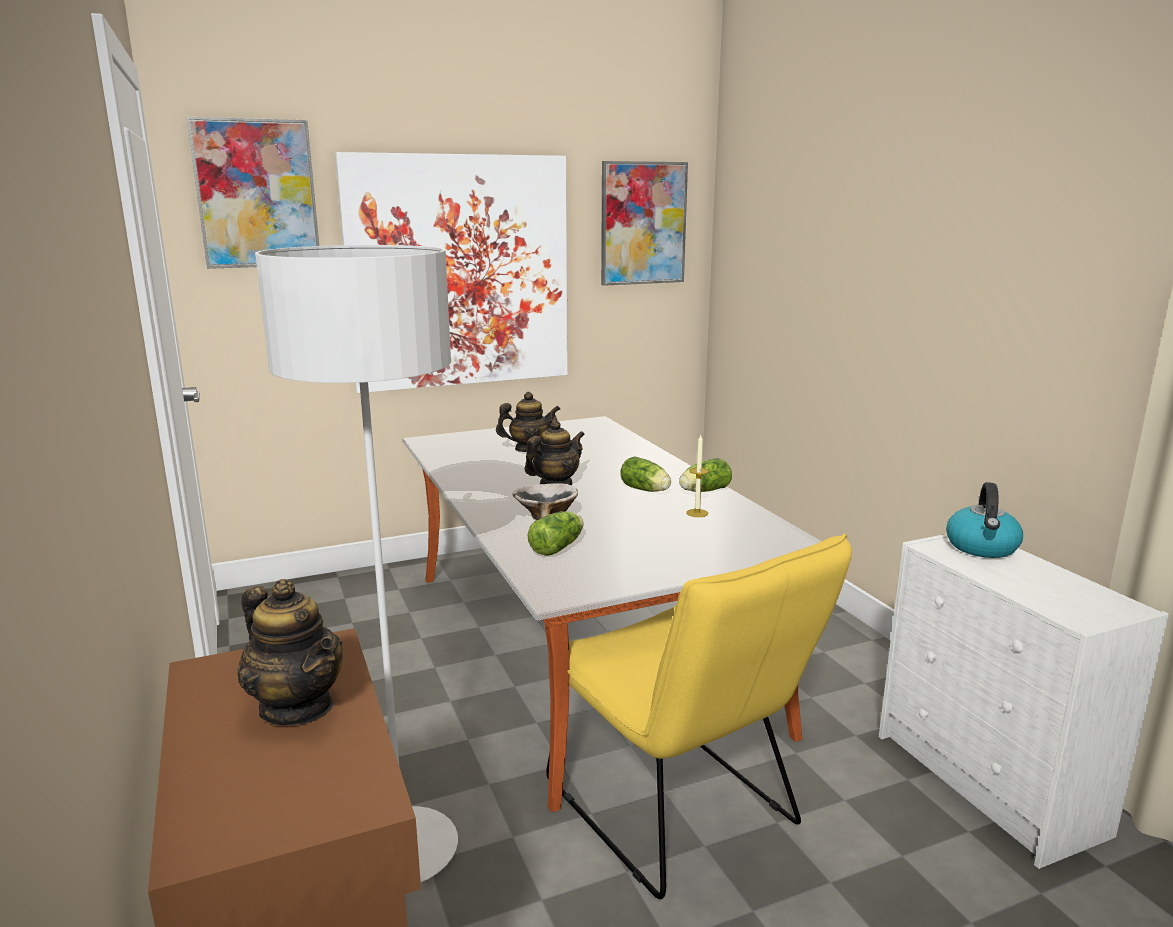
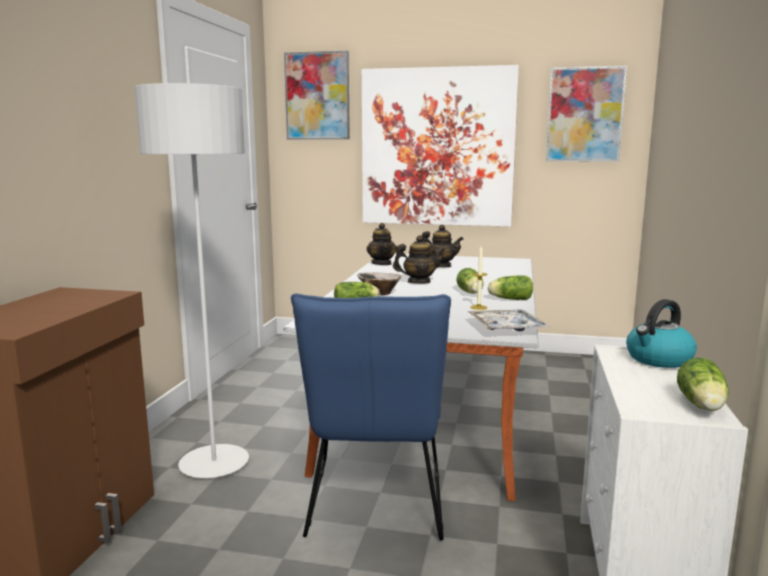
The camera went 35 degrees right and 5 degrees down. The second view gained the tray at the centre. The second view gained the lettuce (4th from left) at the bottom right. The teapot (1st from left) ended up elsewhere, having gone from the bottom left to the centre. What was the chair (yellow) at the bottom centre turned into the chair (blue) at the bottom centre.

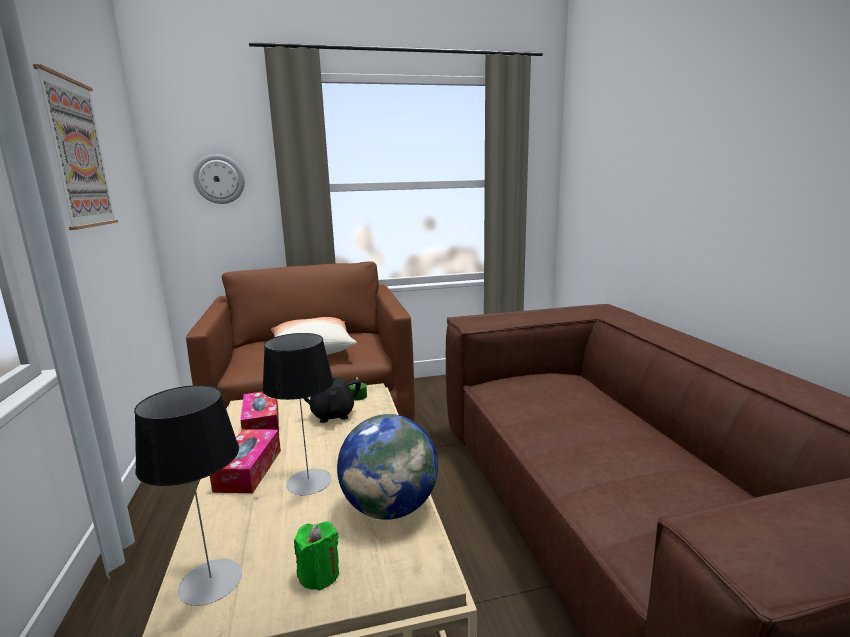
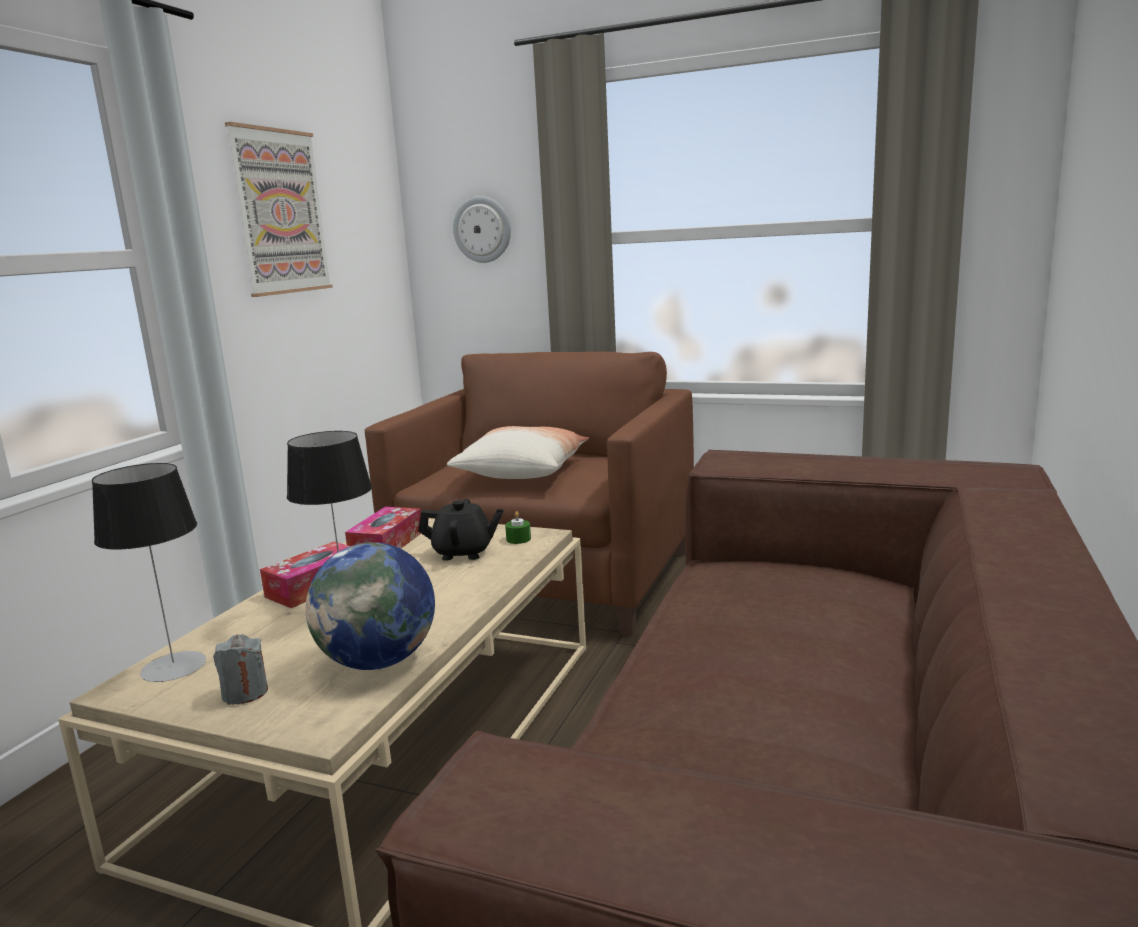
The camera went 35 degrees right and 0 degrees up. What was the candle (green) (1st from left) at the bottom centre turned into the candle (grey) at the bottom left. The teapot (black) at the centre ended up facing another way, 75 degrees clockwise from before.

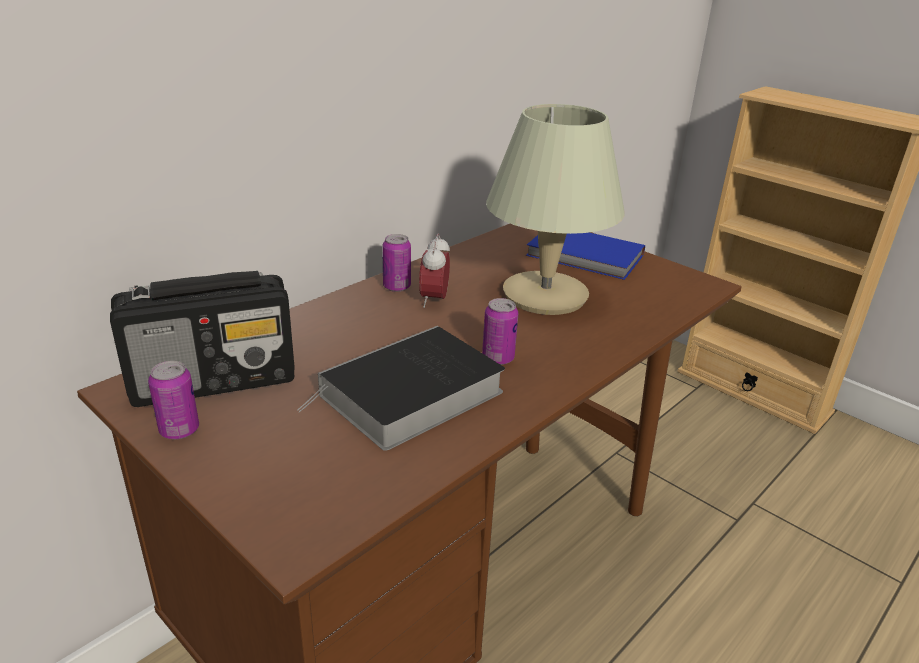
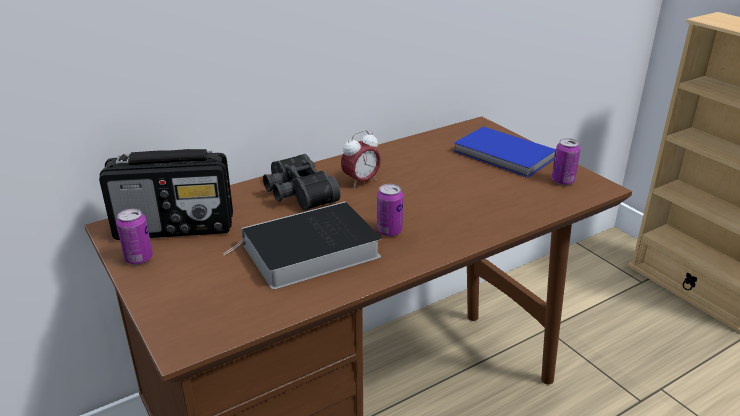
The camera went 15 degrees right and 0 degrees up. The second view lost the table lamp (beige) at the top centre. The second view gained the binoculars (black) at the centre. The can (2nd from left in the first image) ended up elsewhere, having gone from the centre to the middle right. The alarm clock at the centre ended up facing another way, 150 degrees counterclockwise from before.

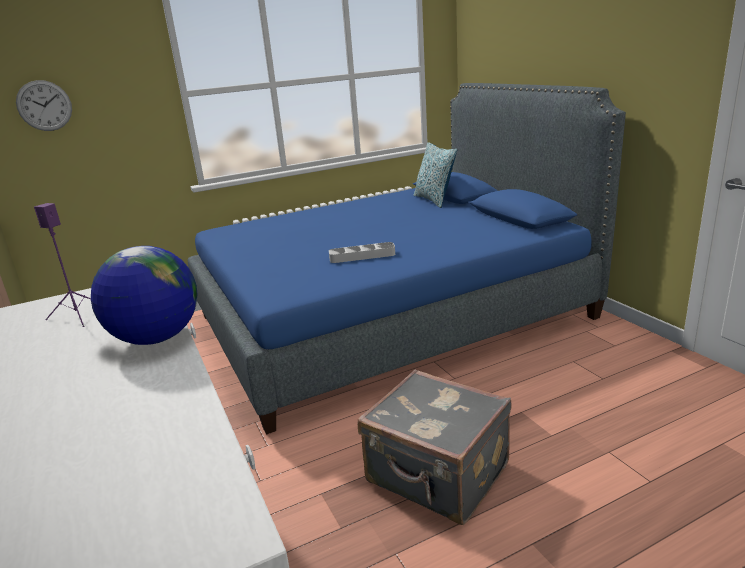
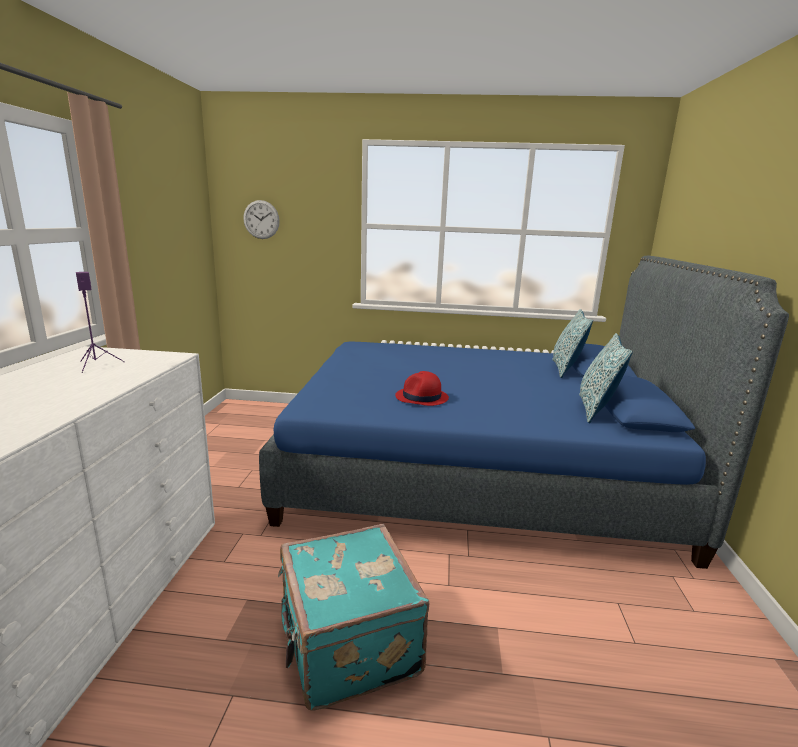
The camera went 30 degrees right and 5 degrees down. The second view lost the globe at the middle left. The second view gained the pillow (2nd from left) at the middle right. Where the tray (grey) stood at the centre, the hat (red) came to stand at the centre. What was the suitcase (grey) at the bottom centre turned into the suitcase (turquoise) at the bottom centre.

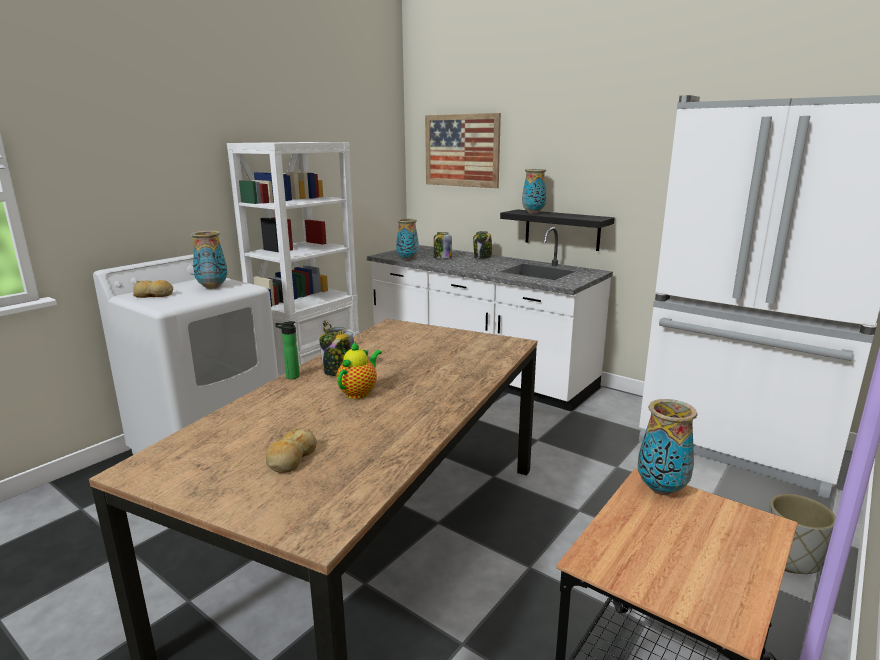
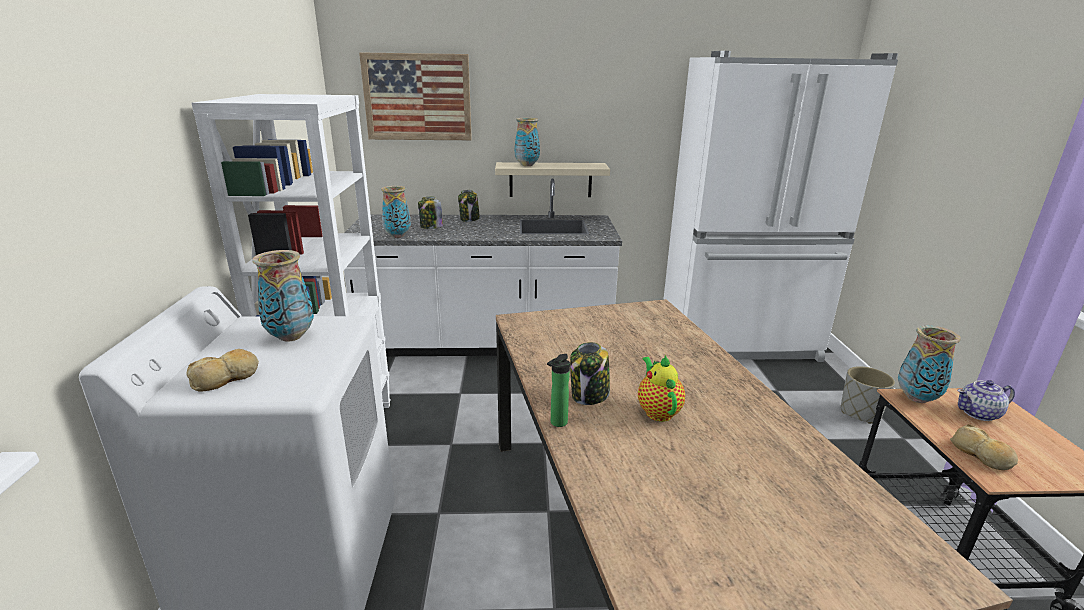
The camera went 40 degrees left and 5 degrees up. The second view gained the teapot (2nd from left) at the middle right. The bread (2nd from left) ended up elsewhere, having gone from the bottom left to the bottom right. What was the shelf (black) at the centre turned into the shelf (beige) at the top centre.

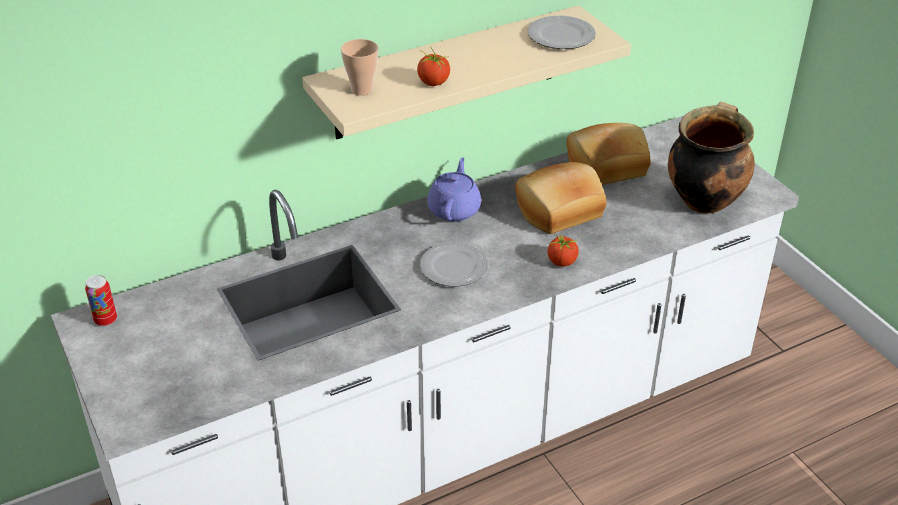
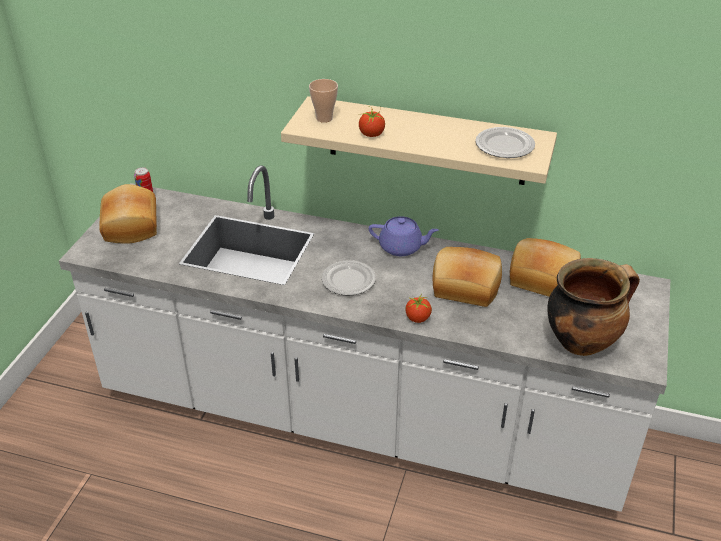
The camera went 45 degrees right and 0 degrees up. The second view gained the bread (1st from left) at the middle left. The teapot (purple) at the centre ended up facing another way, 45 degrees clockwise from before.

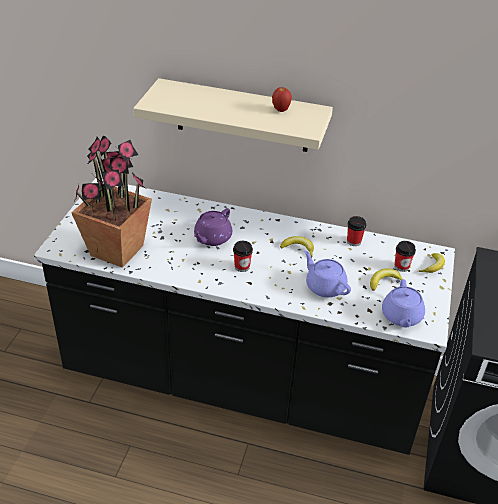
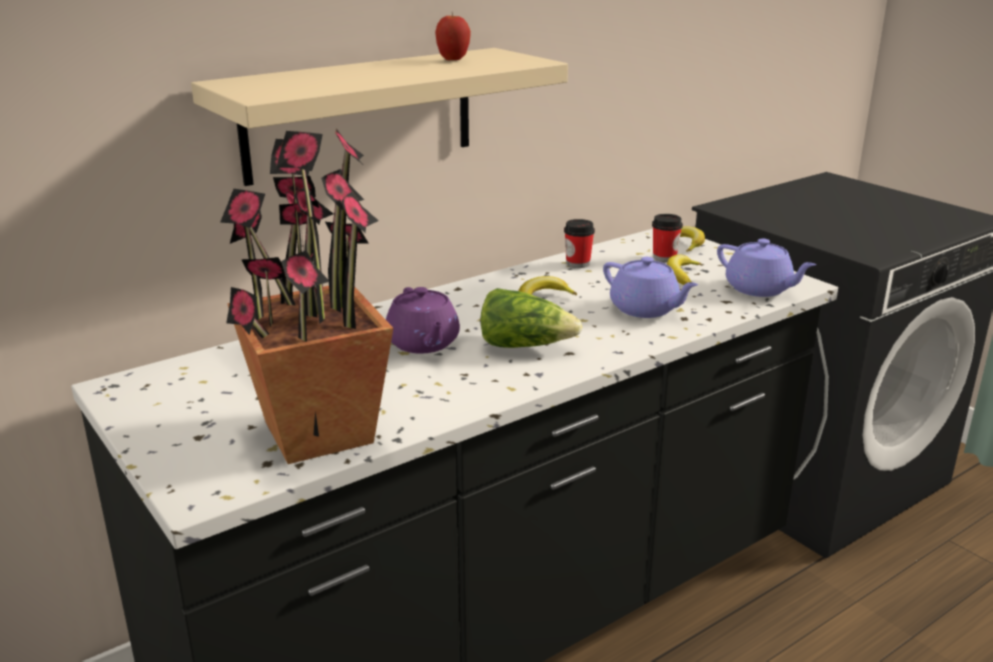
The camera went 50 degrees left and 15 degrees down. Where the cup (1st from left) stood at the centre, the lettuce came to stand at the centre. The teapot (purple) (2nd from left) at the centre ended up facing another way, 135 degrees counterclockwise from before.

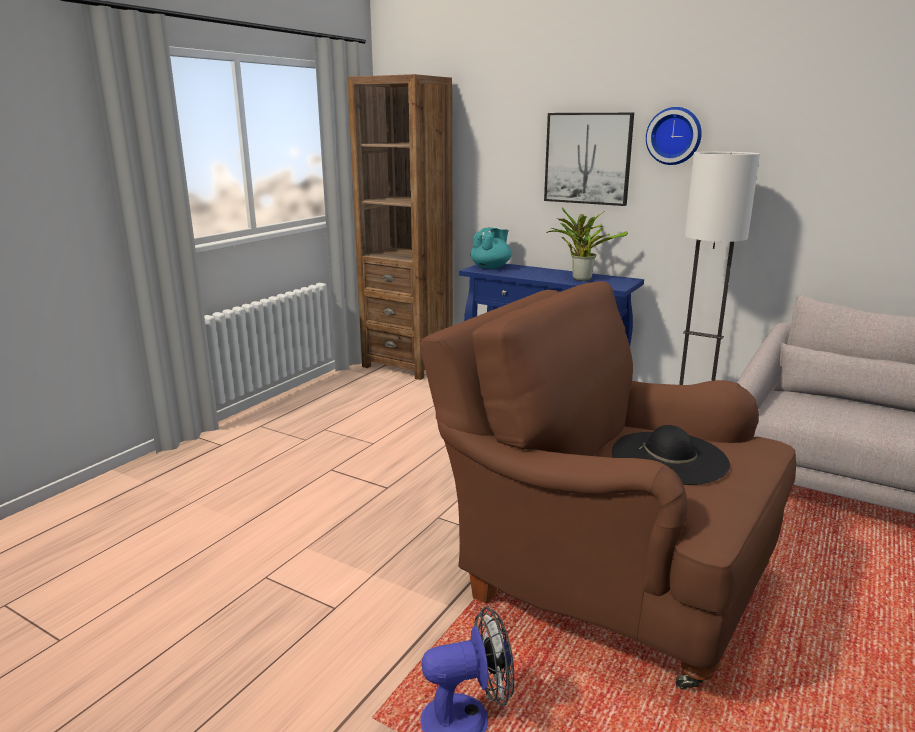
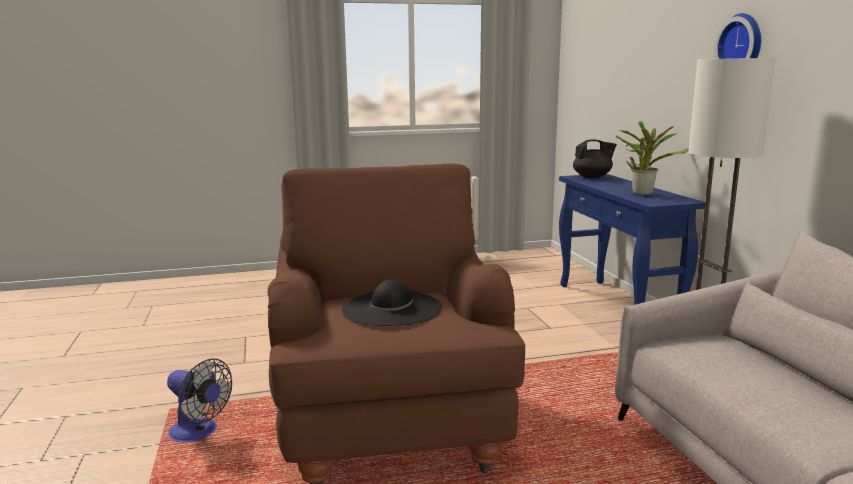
The camera went 45 degrees right and 5 degrees down. The second view lost the bookcase (brown) at the top centre. The second view lost the picture at the top centre. What was the teapot (turquoise) at the centre turned into the teapot (black) at the top right.

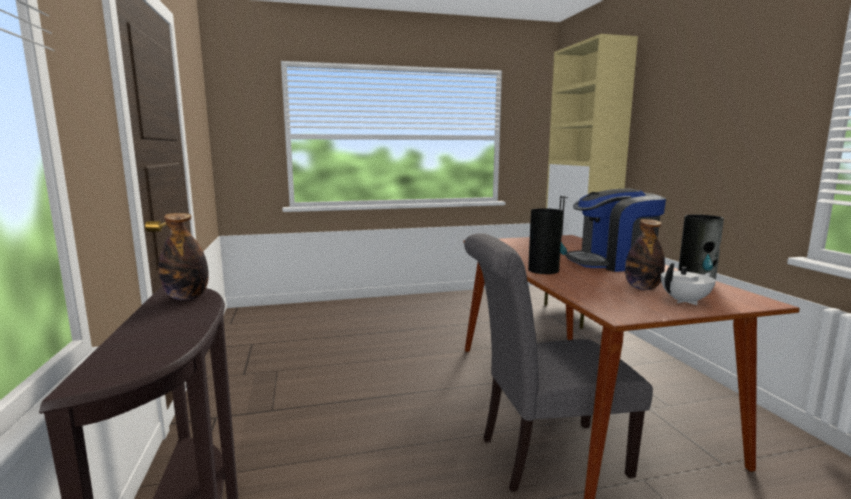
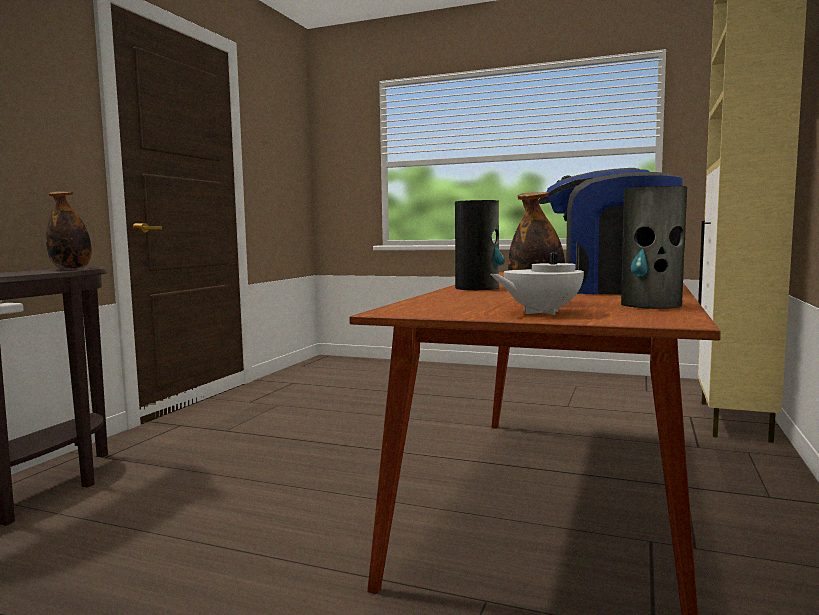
The camera went 35 degrees right and 5 degrees down. The second view lost the chair (grey) at the bottom centre. The teapot (white) at the middle right ended up facing another way, 150 degrees clockwise from before.

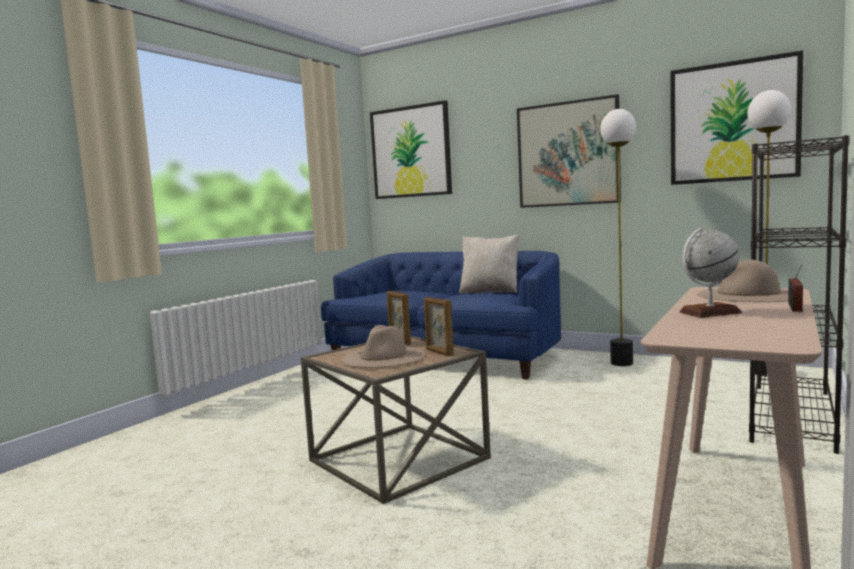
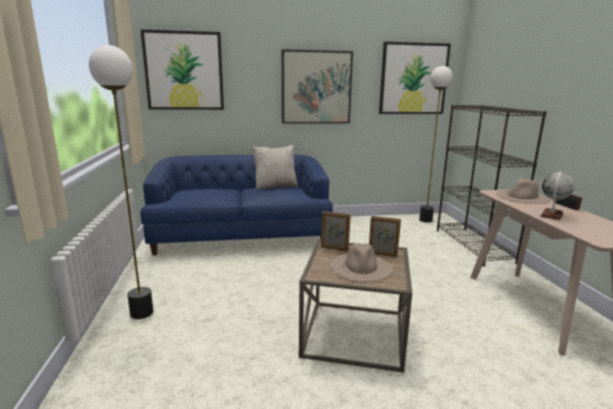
The camera went 40 degrees left and 10 degrees up. The floor lamp (1st from left) ended up elsewhere, having gone from the middle right to the middle left.

